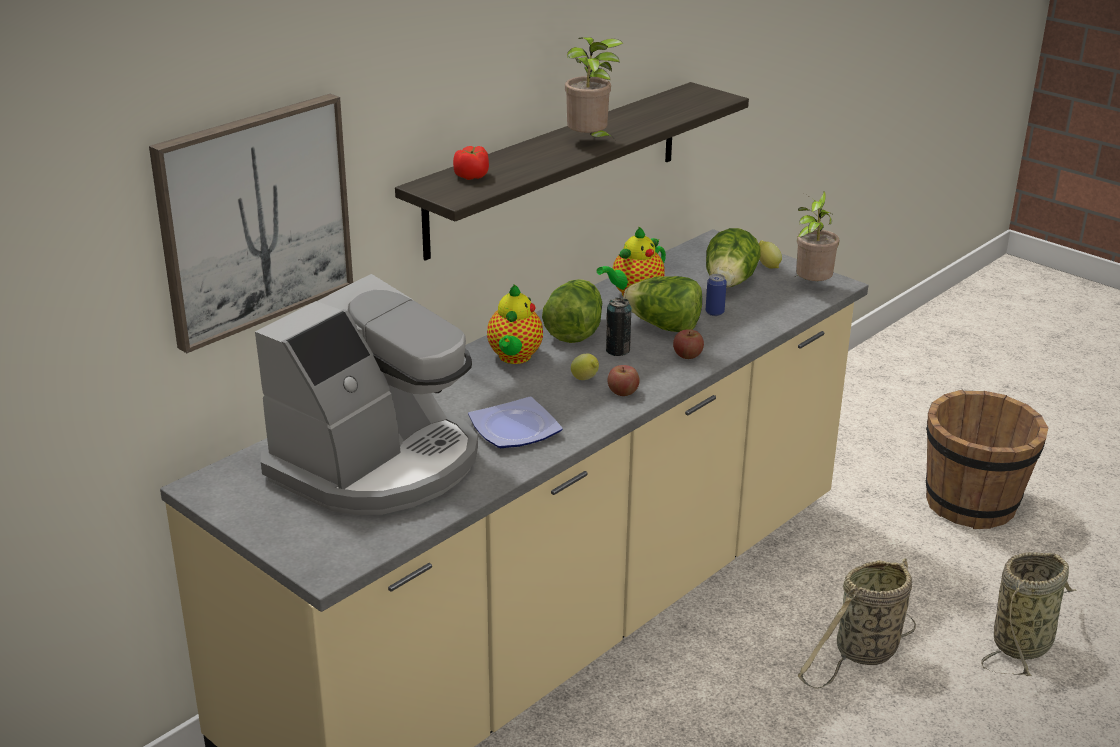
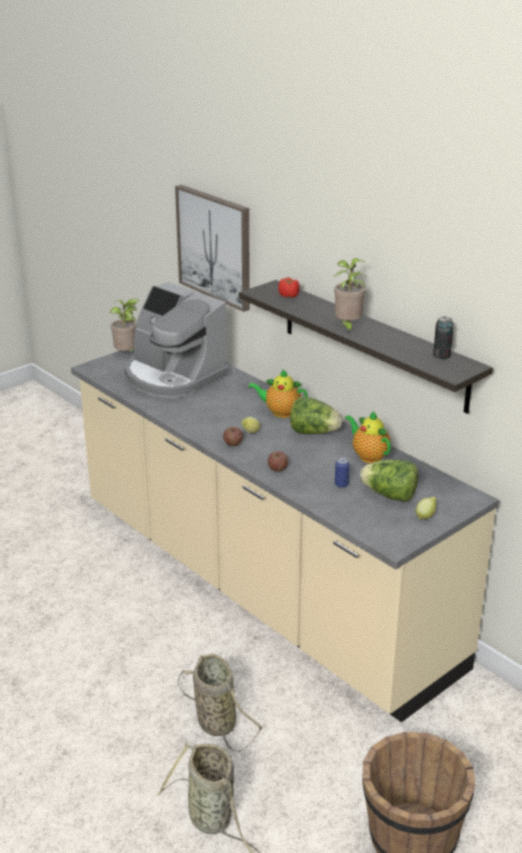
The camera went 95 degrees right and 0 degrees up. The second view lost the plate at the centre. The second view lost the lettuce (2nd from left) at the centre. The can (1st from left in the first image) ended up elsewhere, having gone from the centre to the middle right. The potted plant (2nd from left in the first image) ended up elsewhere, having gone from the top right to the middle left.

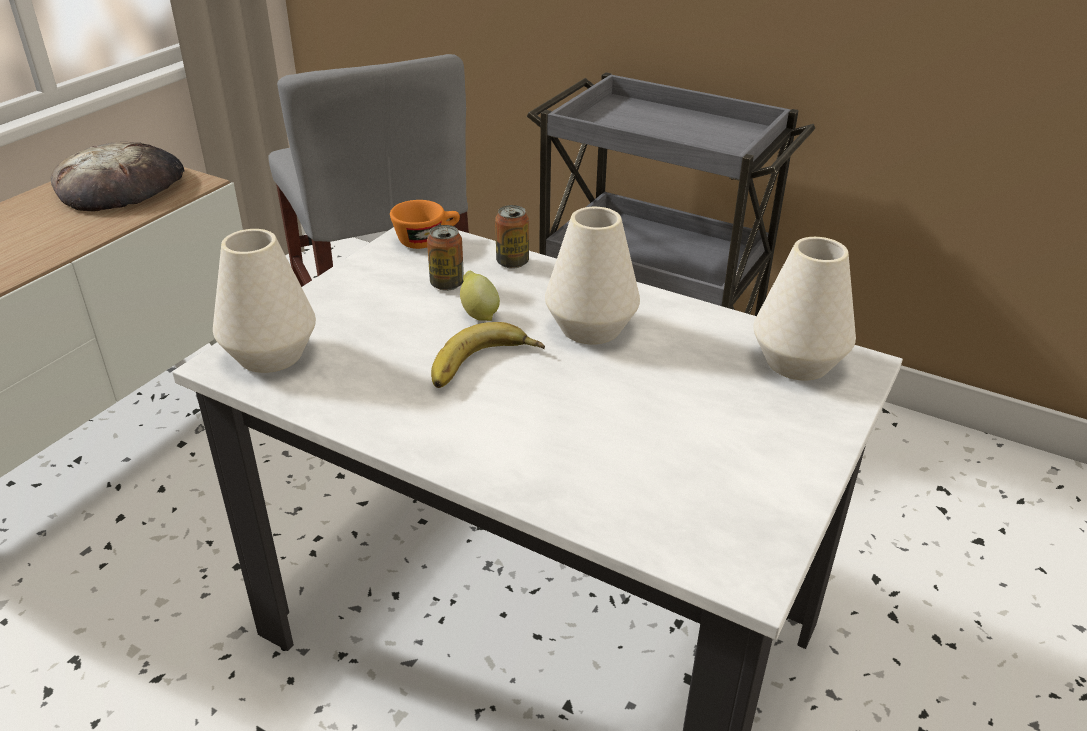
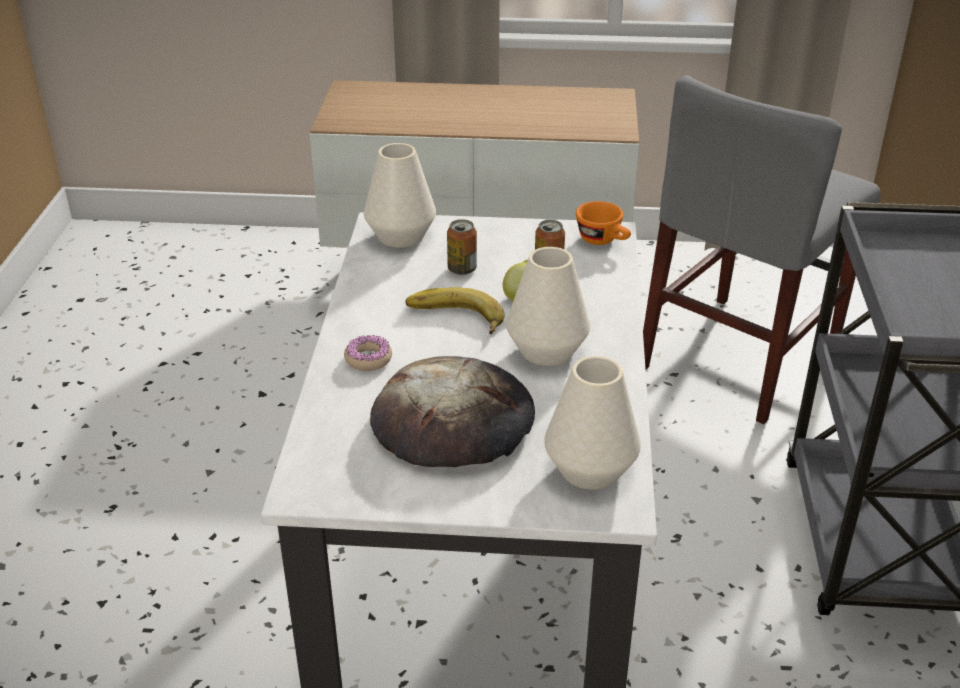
The camera went 65 degrees right and 0 degrees up. The second view gained the donut at the centre. The bread ended up elsewhere, having gone from the top left to the centre. The can (2nd from left in the first image) ended up elsewhere, having gone from the top centre to the centre.

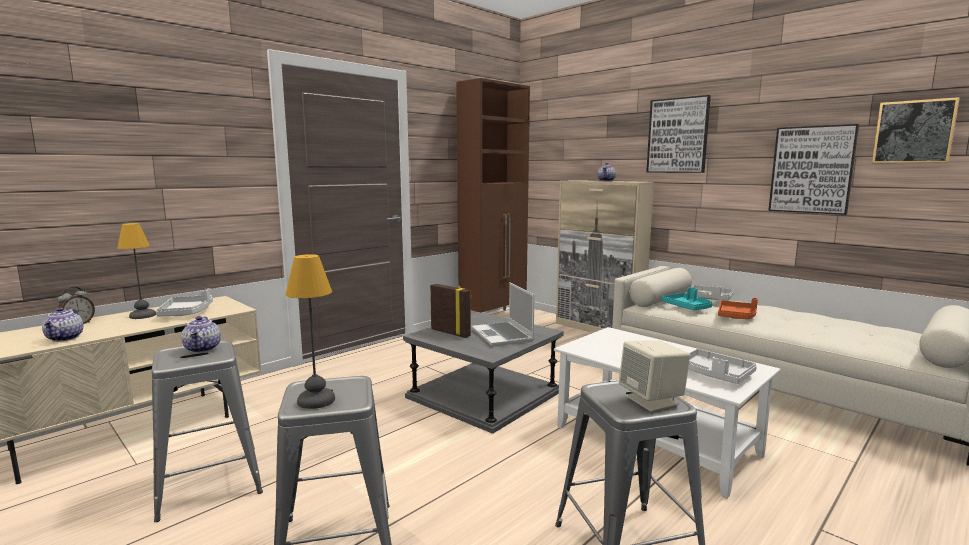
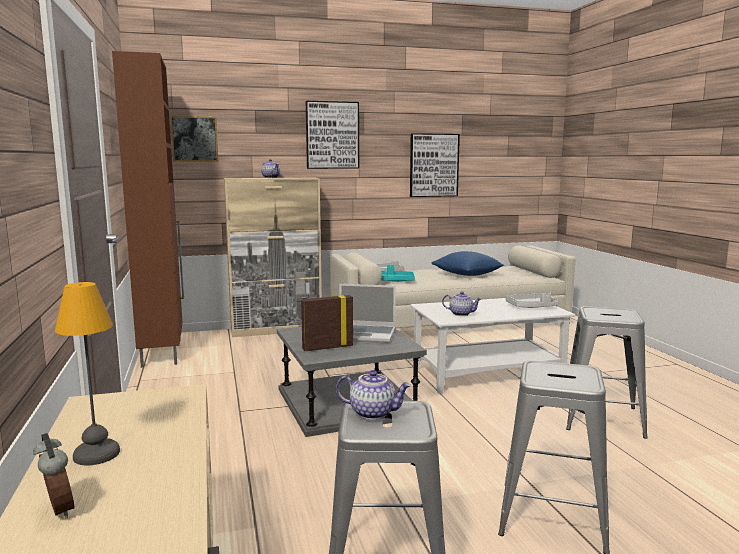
The camera went 60 degrees left and 0 degrees up. The second view lost the tray (grey) (1st from left) at the middle left. The second view lost the table lamp (2nd from left) at the middle left. The second view lost the speaker (beige) at the bottom right. The second view lost the tray (orange) at the middle right. The second view gained the pillow (blue) at the centre. The teapot (1st from left in the first image) ended up elsewhere, having gone from the middle left to the centre. The picture (3rd from left in the first image) ended up elsewhere, having gone from the top right to the top left.

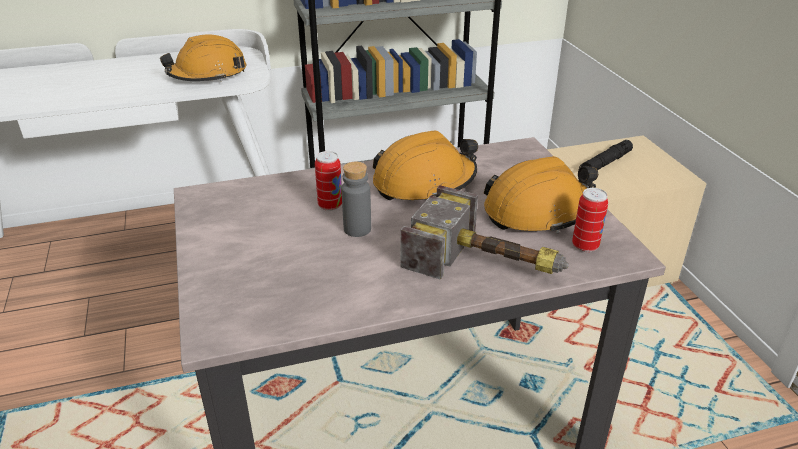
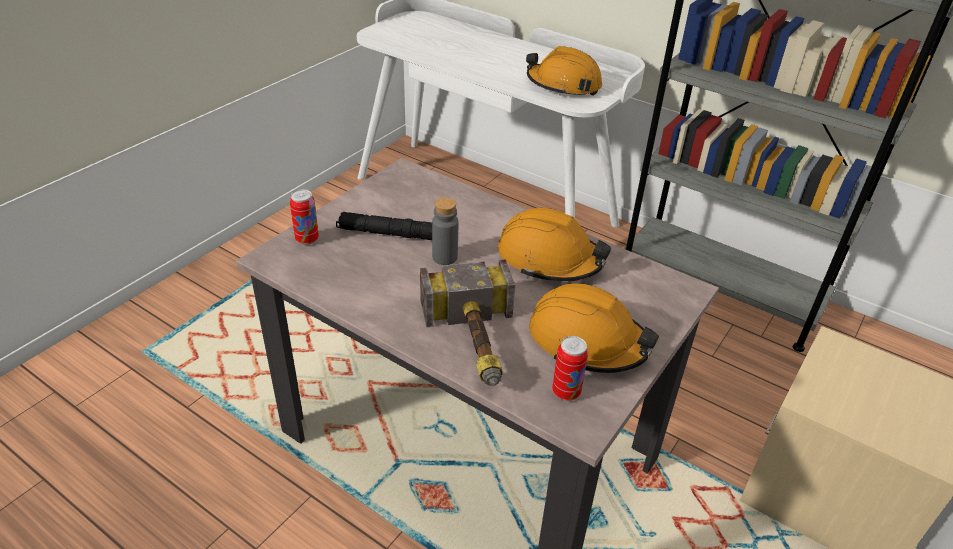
The camera went 50 degrees right and 5 degrees up. The can (1st from left) ended up elsewhere, having gone from the centre to the middle left. The flashlight (black) ended up elsewhere, having gone from the middle right to the centre.

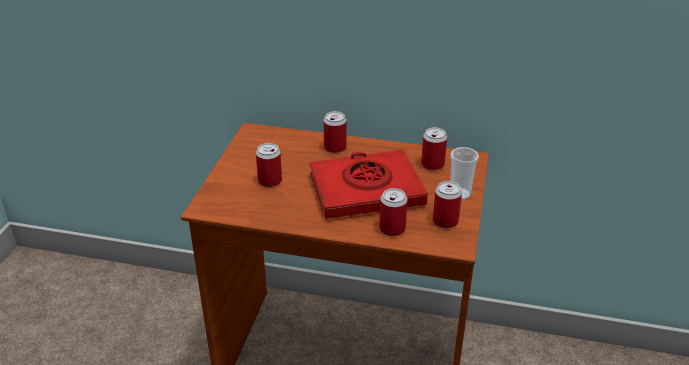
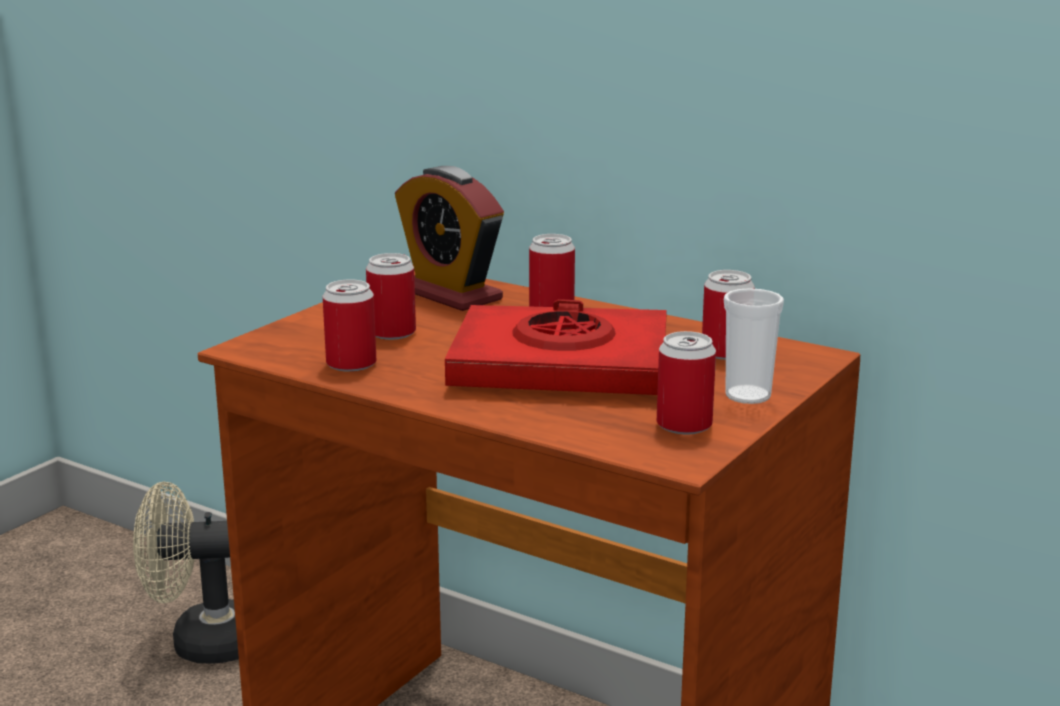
The camera went 20 degrees right and 15 degrees down. The second view gained the fan (beige) at the bottom left. The second view gained the alarm clock at the centre. The can (3rd from left in the first image) ended up elsewhere, having gone from the centre to the middle left.

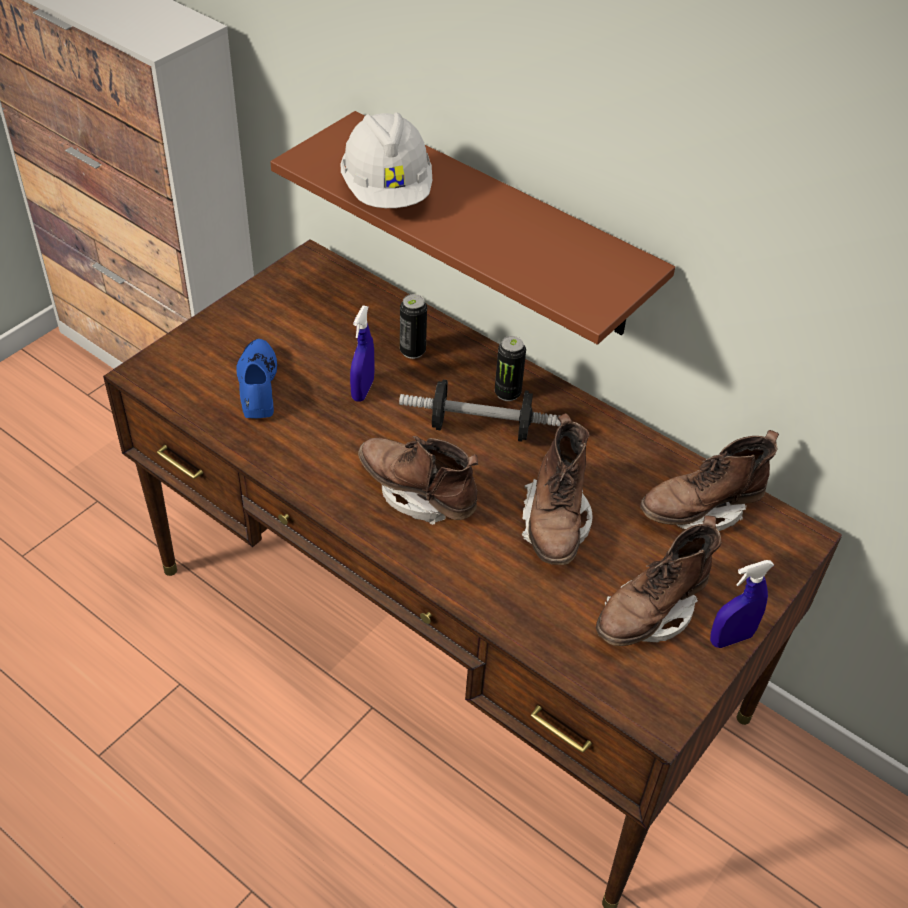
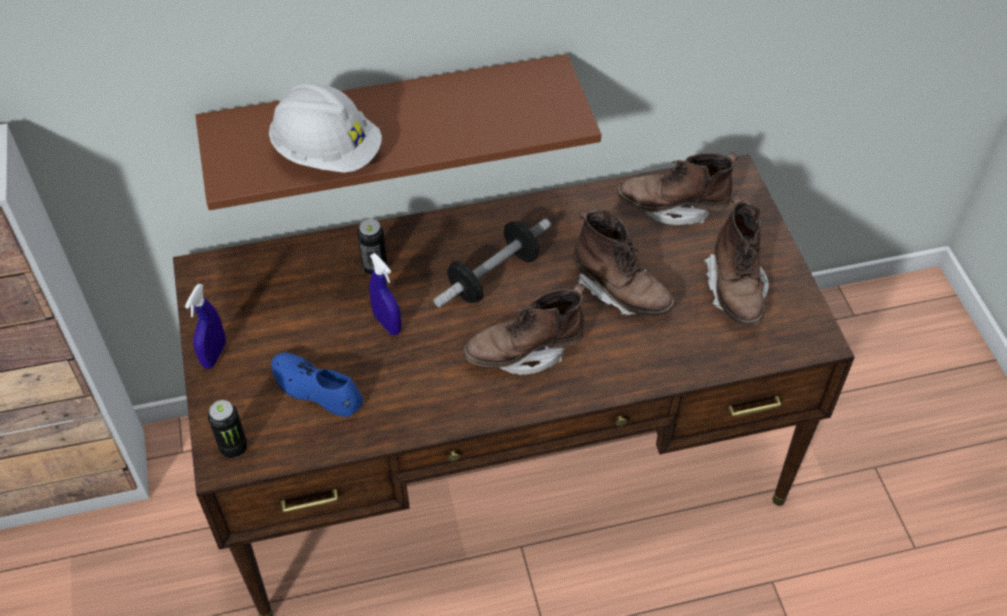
The camera went 50 degrees left and 5 degrees up. The can (2nd from left in the first image) ended up elsewhere, having gone from the centre to the bottom left. The spray bottle (blue) (2nd from left in the first image) ended up elsewhere, having gone from the middle right to the middle left. The boot (brown) (4th from left in the first image) at the middle right ended up facing another way, 75 degrees clockwise from before.

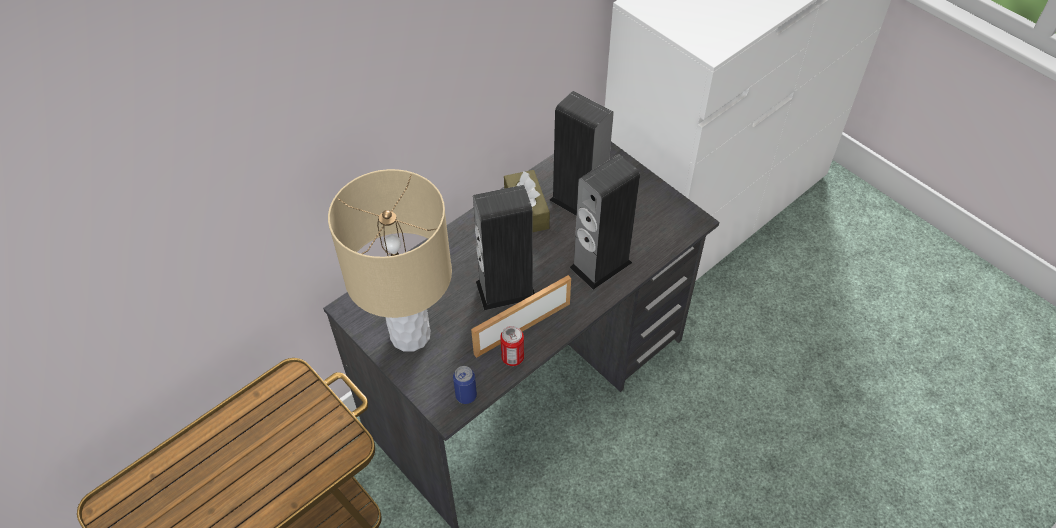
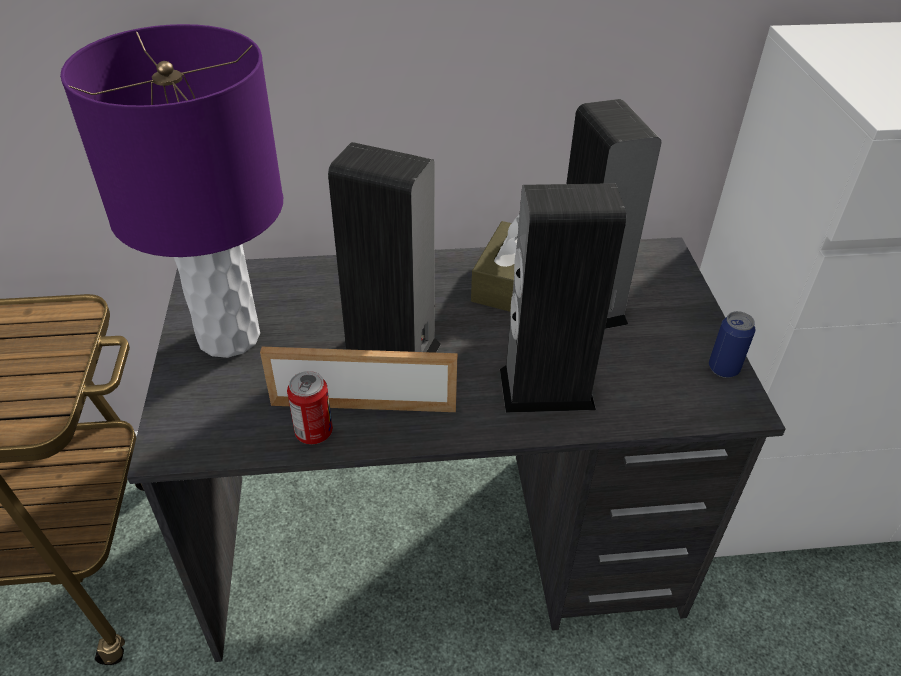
The camera went 35 degrees right and 10 degrees down. The can (1st from left in the first image) ended up elsewhere, having gone from the bottom centre to the middle right. What was the table lamp (beige) at the centre turned into the table lamp (purple) at the top left.

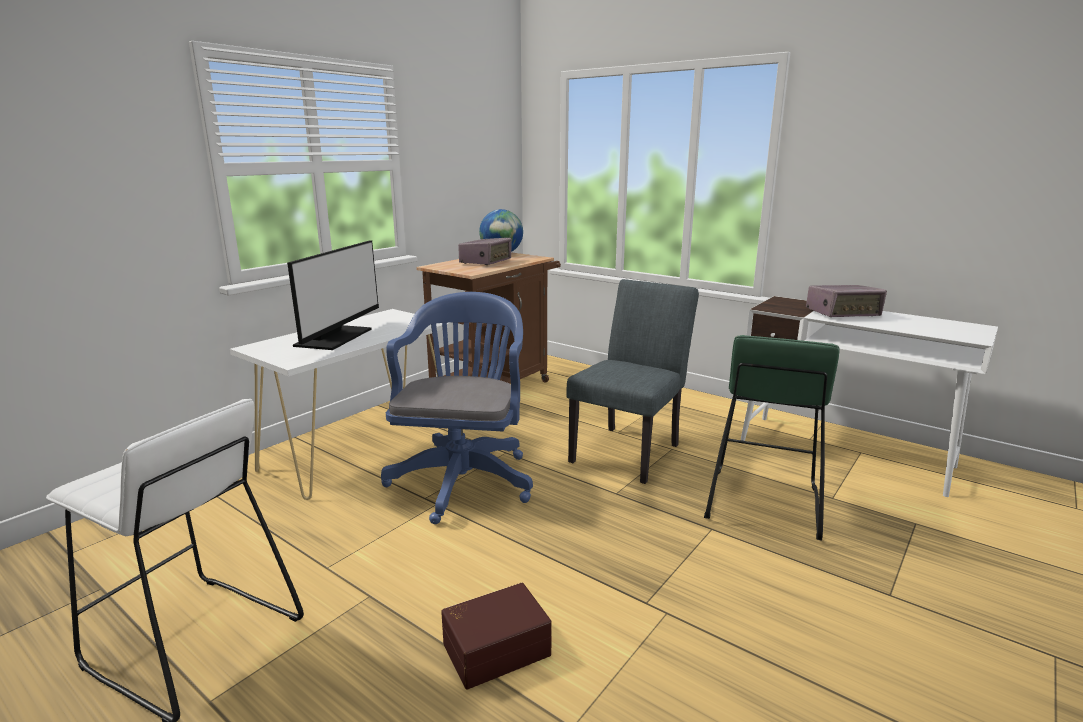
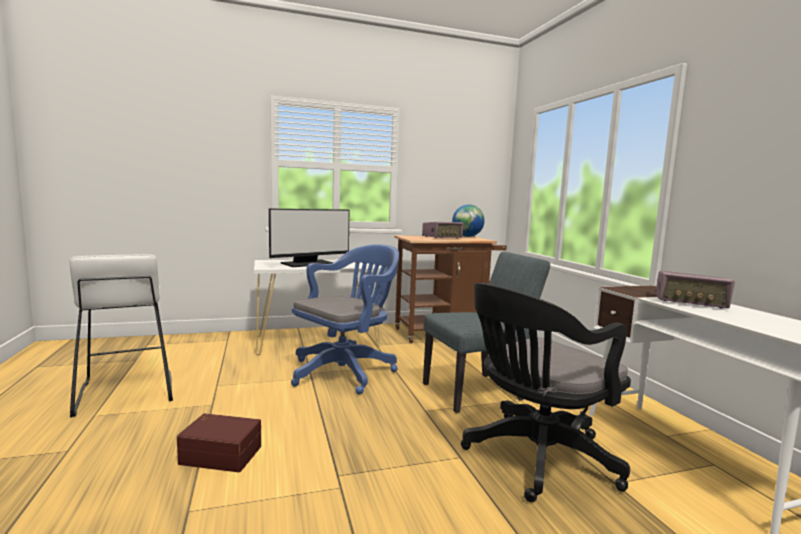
The camera went 35 degrees right and 10 degrees down. Where the stool (green) stood at the middle right, the office chair (black) came to stand at the bottom right.

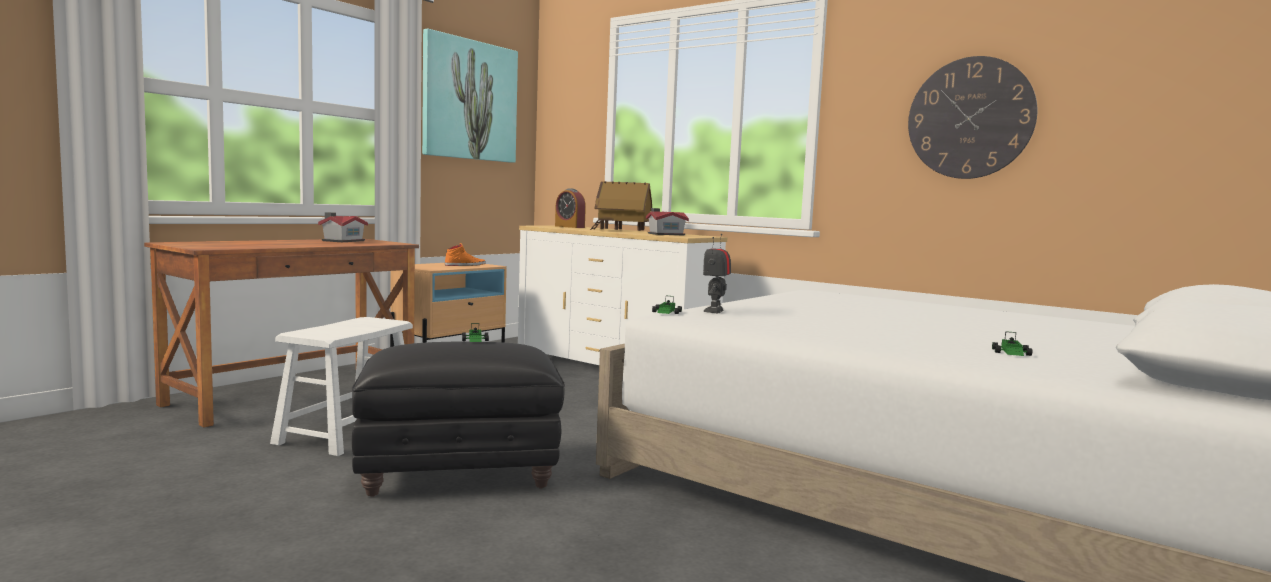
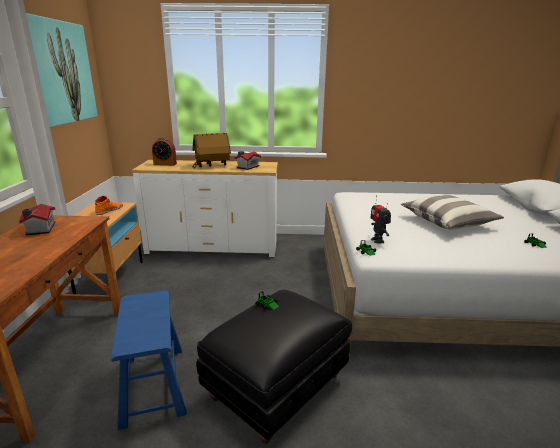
The camera went 35 degrees left and 15 degrees up. The second view lost the wall clock at the top right. The second view gained the pillow at the middle right. What was the stool (white) at the middle left turned into the stool (blue) at the bottom left.

